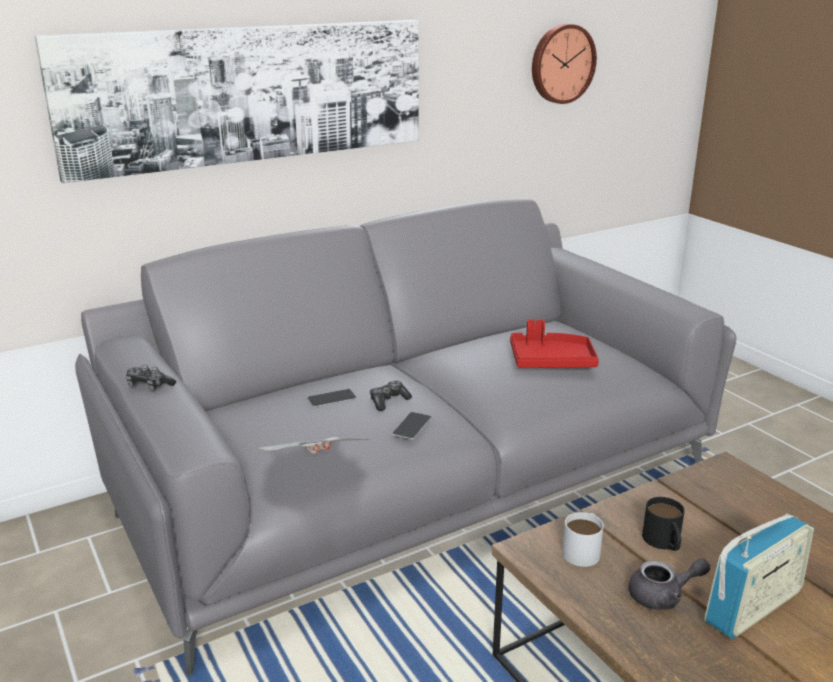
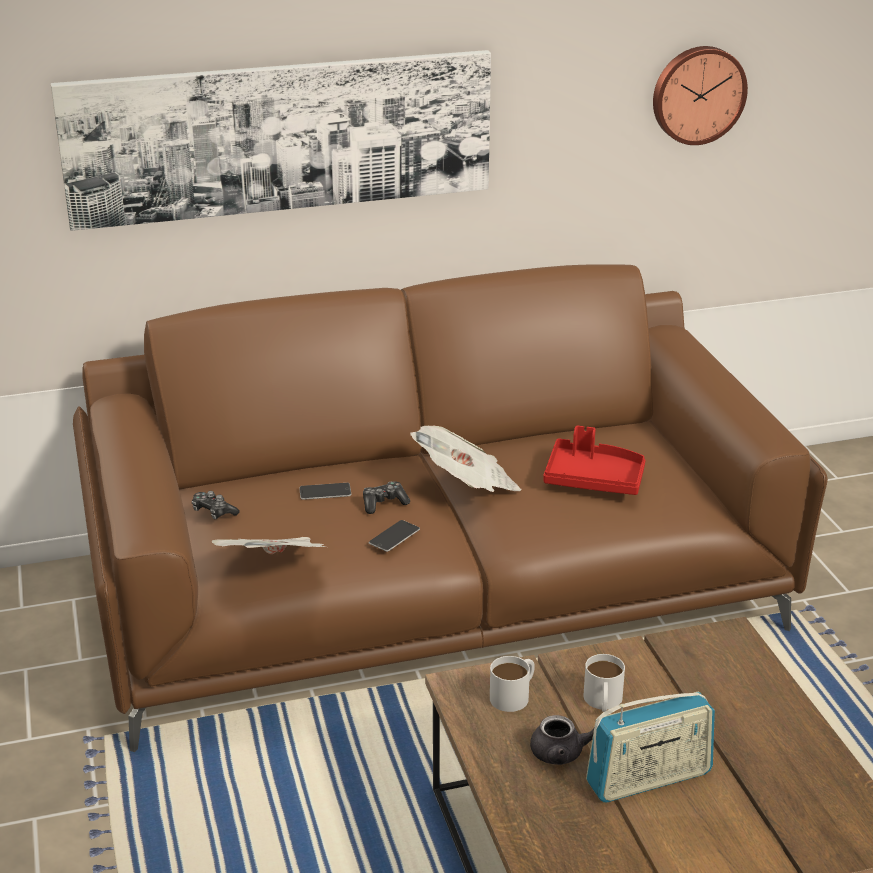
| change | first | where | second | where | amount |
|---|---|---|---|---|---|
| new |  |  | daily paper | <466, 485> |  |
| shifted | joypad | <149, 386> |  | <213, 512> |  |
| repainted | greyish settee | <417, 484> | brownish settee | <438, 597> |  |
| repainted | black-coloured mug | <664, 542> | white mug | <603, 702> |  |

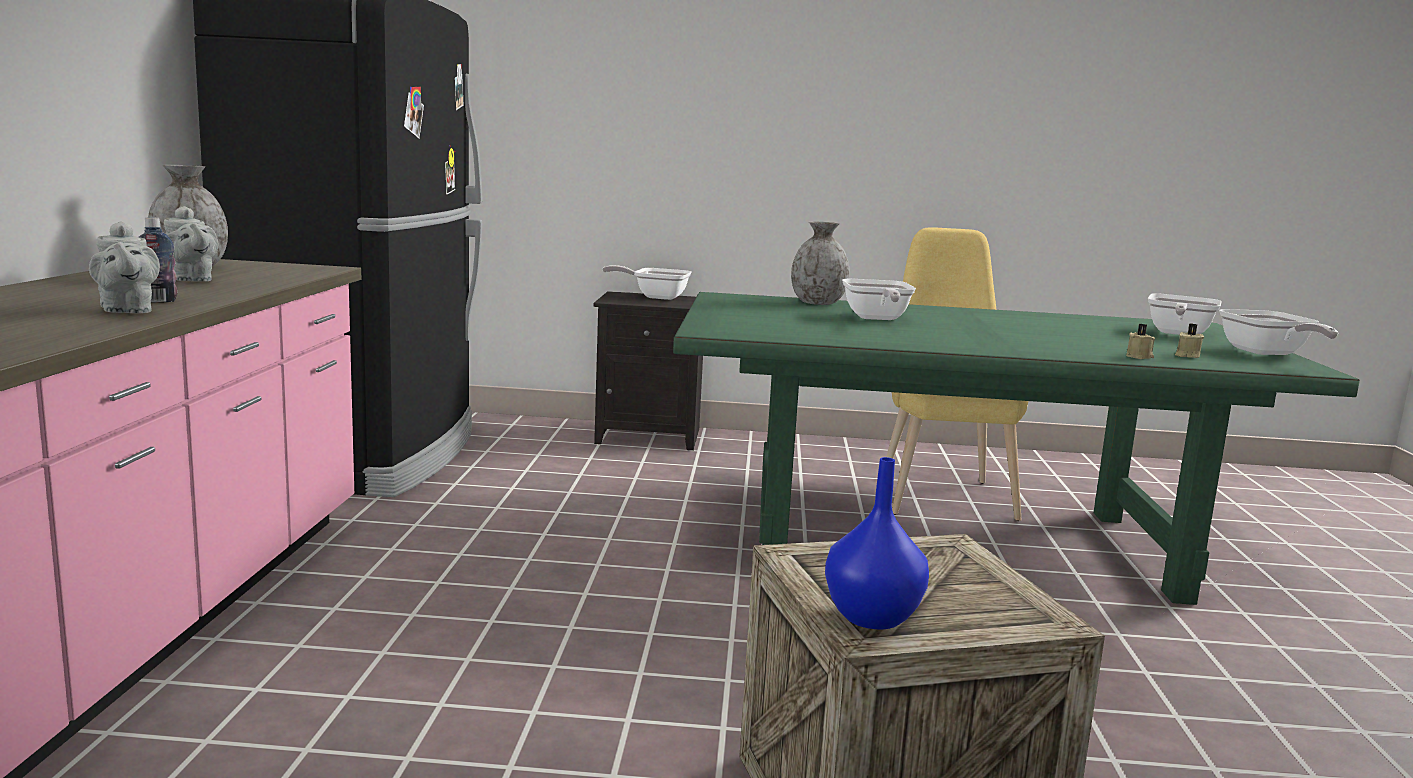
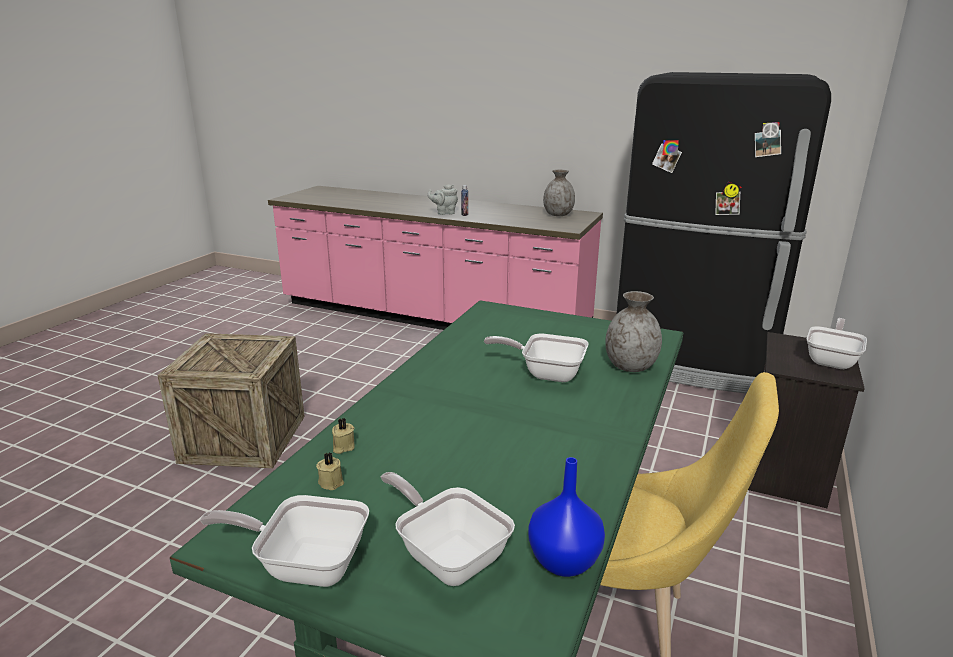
| change | first | where | second | where | amount |
|---|---|---|---|---|---|
| gone | greyish pot for tea | <190, 280> |  |  |  |
| shifted | blue decorative vase | <873, 617> |  | <564, 563> |  |

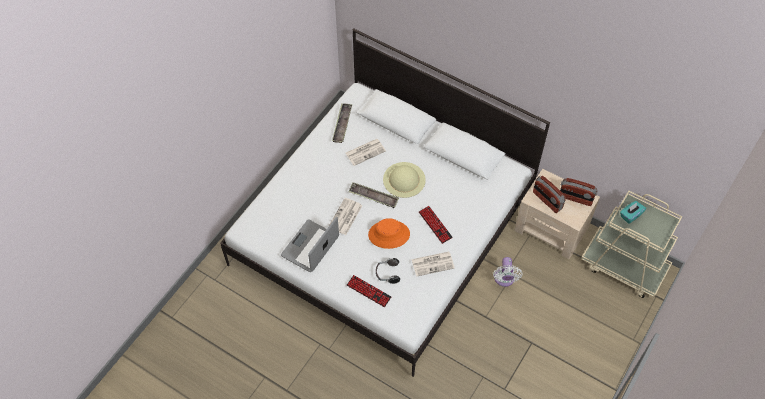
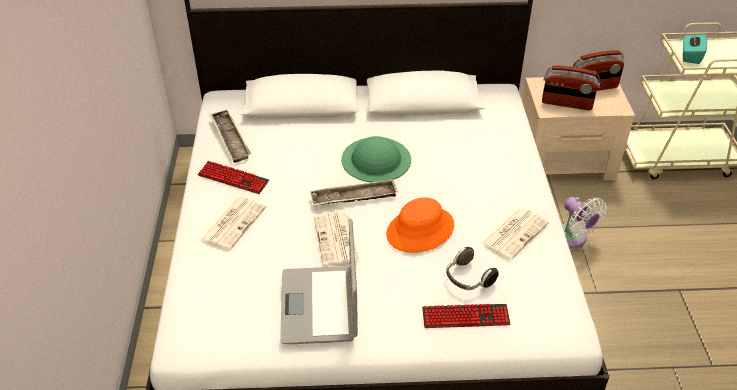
| change | first | where | second | where | amount |
|---|---|---|---|---|---|
| shifted | daily paper | <365, 152> |  | <234, 222> |  |
| shifted | PC keyboard | <435, 225> |  | <233, 178> |  |
| repainted | beige-coloured wearable hat | <404, 179> | greenish wearable hat | <376, 159> |  |

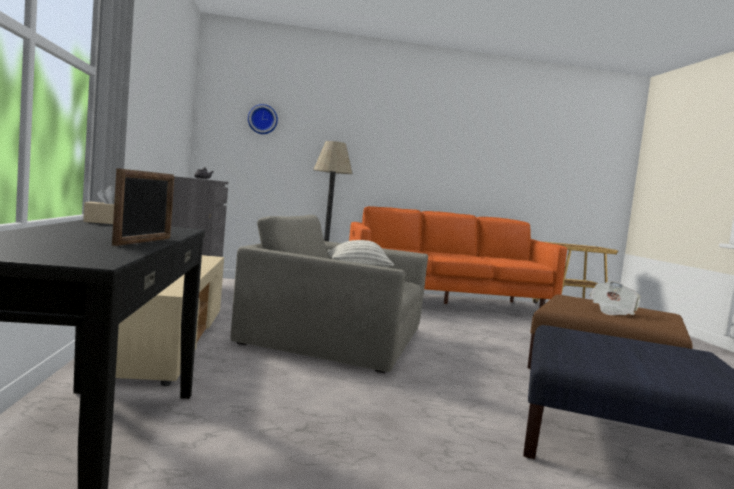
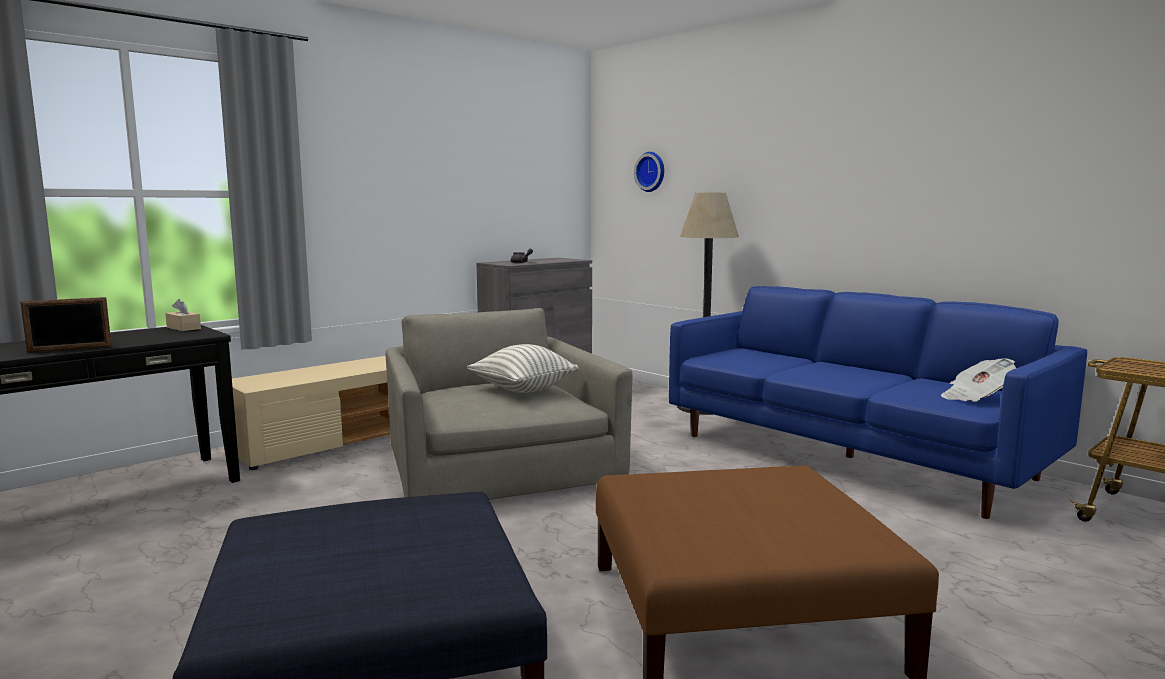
| change | first | where | second | where | amount |
|---|---|---|---|---|---|
| shifted | daily paper | <612, 311> |  | <977, 398> |  |
| repainted | orange settee | <446, 304> | blue settee | <850, 457> |  |

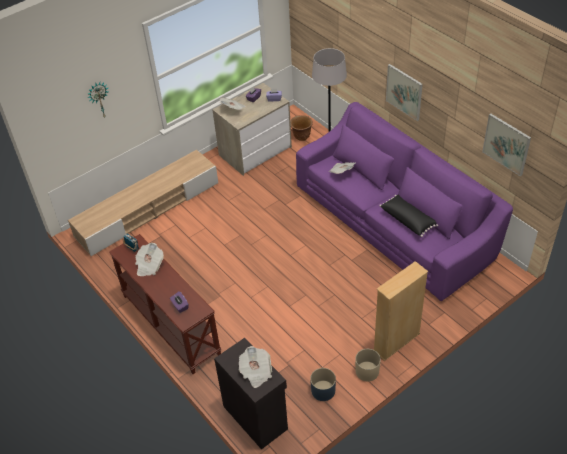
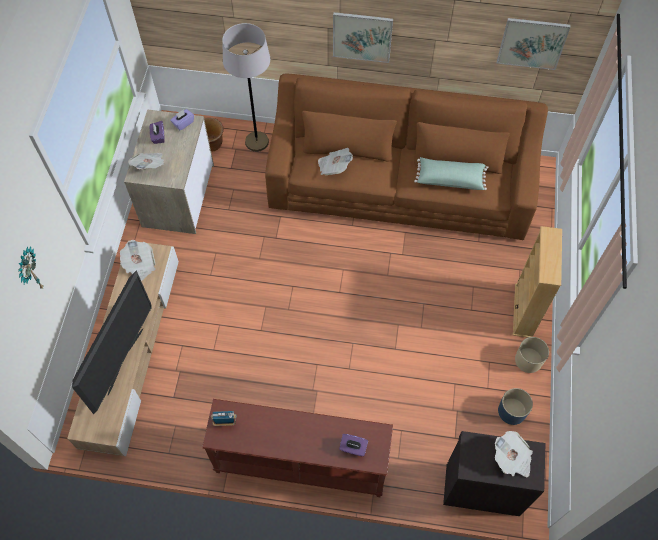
| change | first | where | second | where | amount |
|---|---|---|---|---|---|
| new |  |  | TV | <124, 360> |  |
| shifted | daily paper | <149, 266> |  | <139, 265> |  |
| repainted | purple-coloured settee | <394, 222> | brownish settee | <400, 183> |  |
| repainted | black-coloured cushion | <408, 219> | greenish cushion | <450, 178> |  |

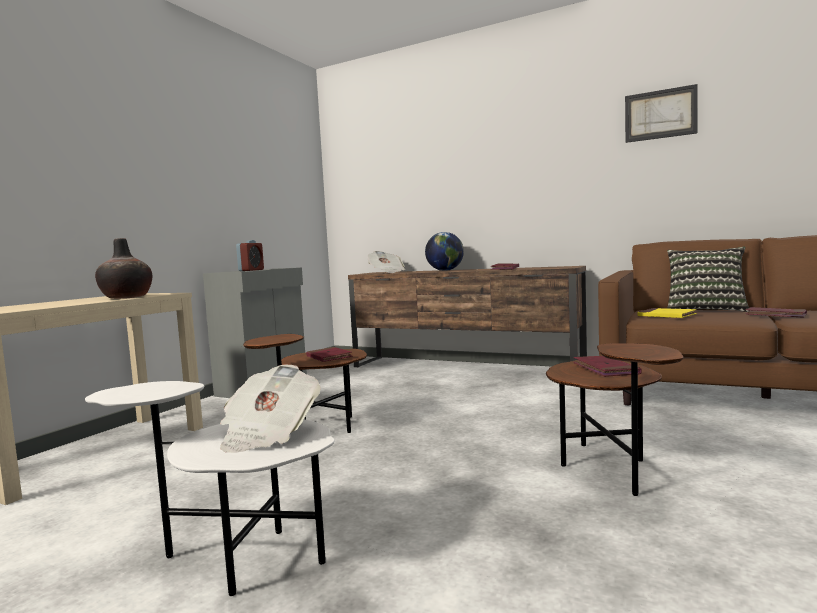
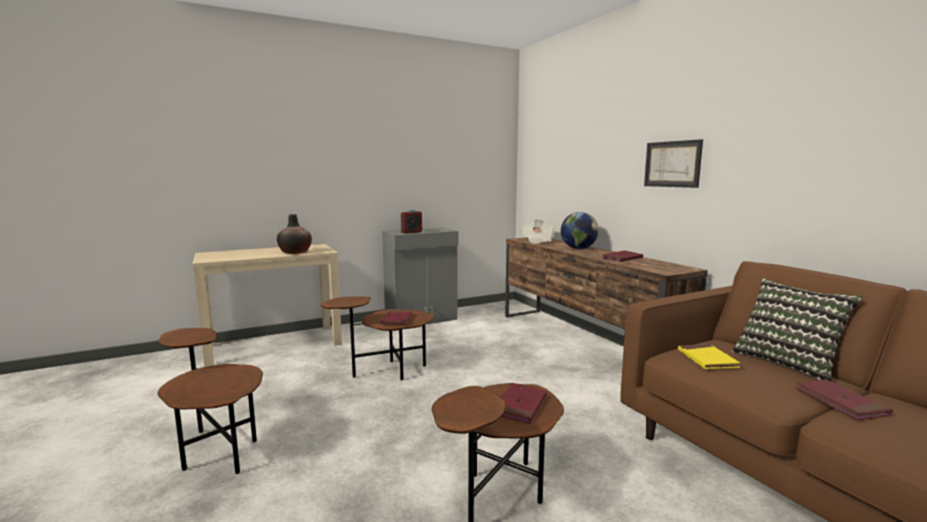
| change | first | where | second | where | amount |
|---|---|---|---|---|---|
| gone | daily paper | <268, 434> |  |  |  |
| shifted | wall art | <660, 114> |  | <672, 164> |  |
| repainted | white side table | <234, 560> | brownish side table | <215, 448> |  |

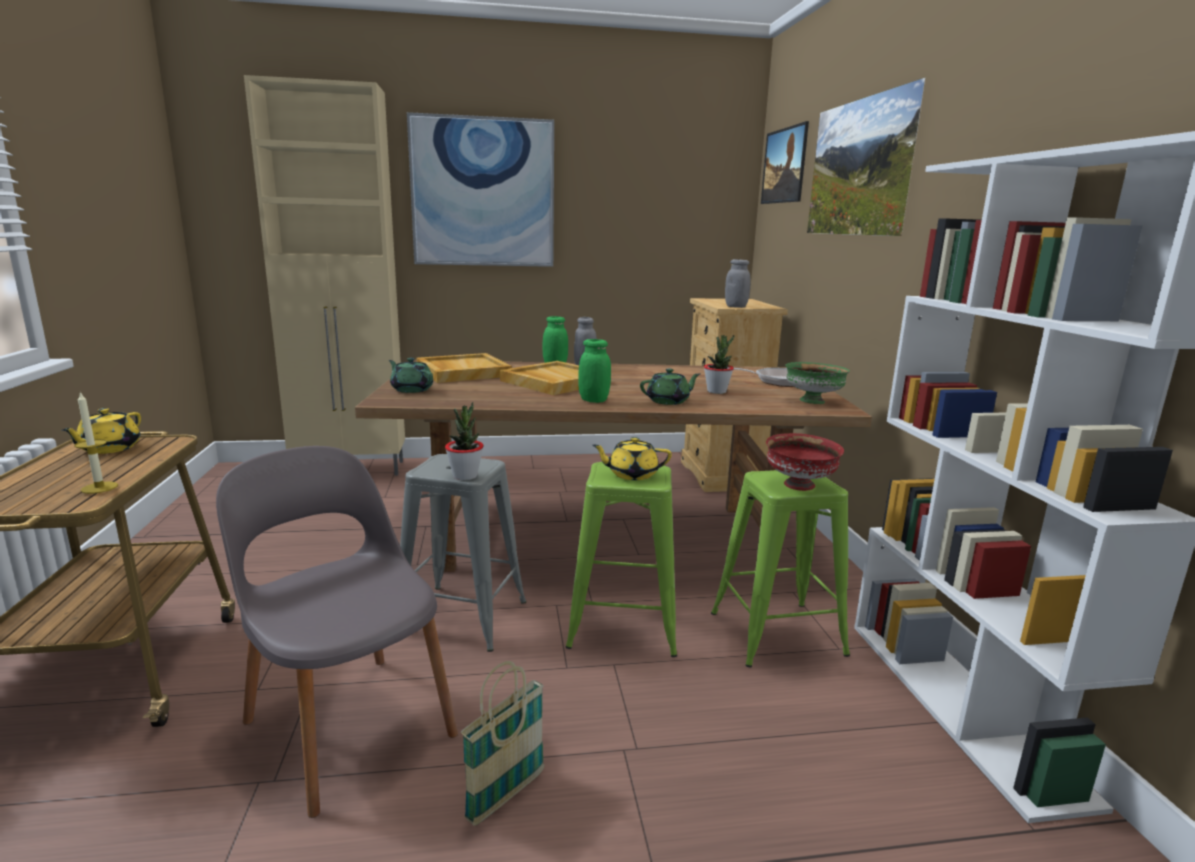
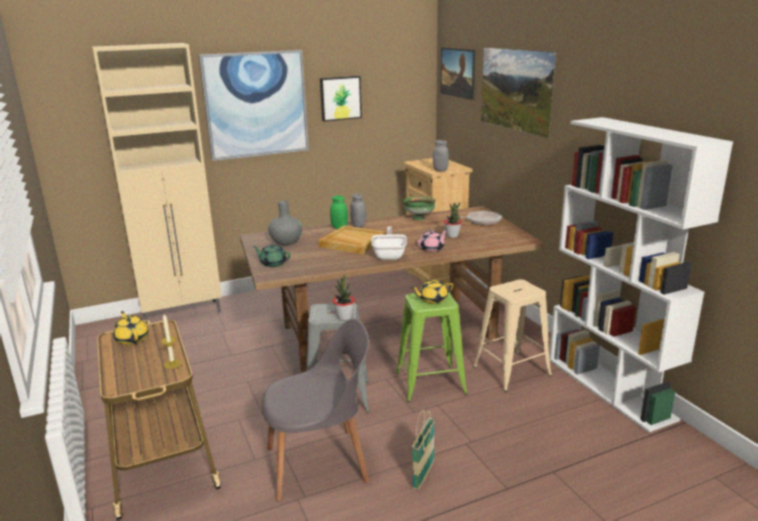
| change | first | where | second | where | amount |
|---|---|---|---|---|---|
| gone | red serving bowl | <800, 486> |  |  |  |
| new |  |  | wall art | <340, 98> |  |
| shifted | greenish serving bowl | <812, 401> |  | <419, 218> |  |
| swapped | beige-coloured tray | <462, 372> | greyish decorative vase | <286, 242> |  |
| swapped | greenish preserve jar | <593, 400> | pan | <389, 255> |  |
| repainted | greenish pot for tea | <669, 401> | pinkish pot for tea | <432, 249> |  |
| repainted | greenish stool seat | <778, 633> | beige-coloured stool seat | <512, 371> |  |
| rotated | yellow-coloured pot for tea | <109, 449> |  | <132, 338> | 150 degrees clockwise |
| rotated | greyish chair | <348, 723> |  | <320, 464> | 135 degrees clockwise |

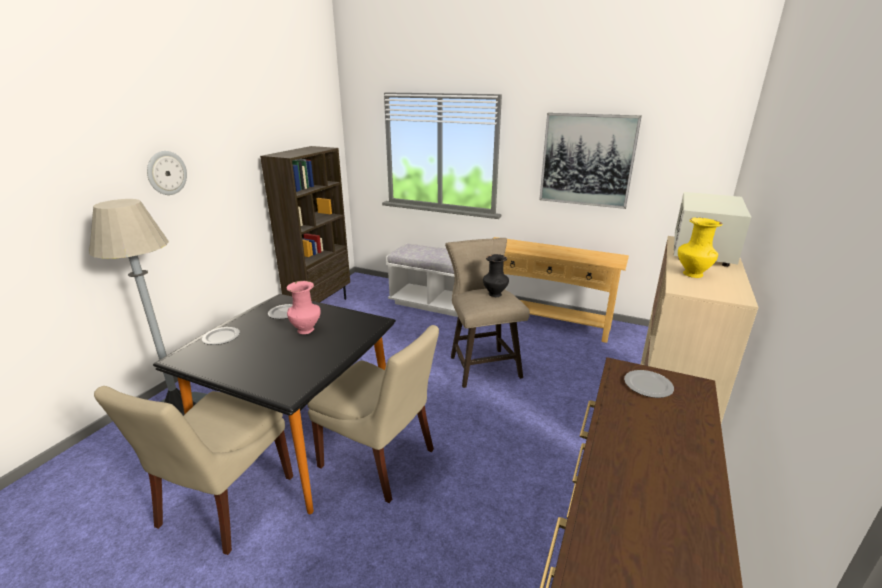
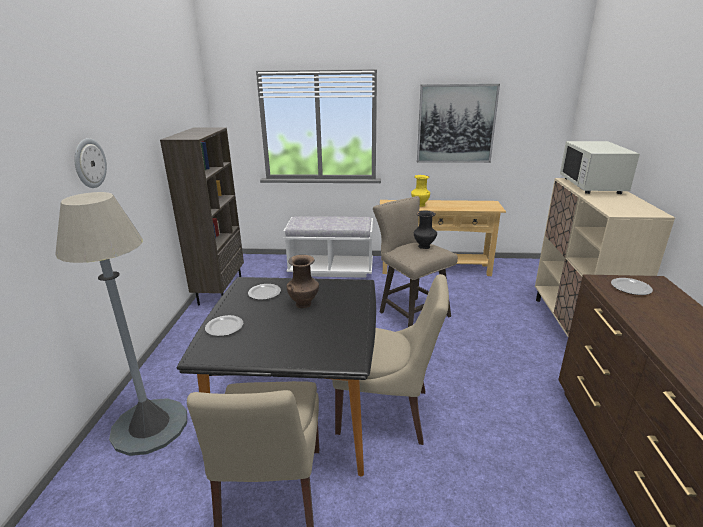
| change | first | where | second | where | amount |
|---|---|---|---|---|---|
| shifted | yellow-coloured decorative vase | <691, 274> |  | <419, 205> |  |
| repainted | pinkish decorative vase | <306, 330> | brownish decorative vase | <304, 304> |  |

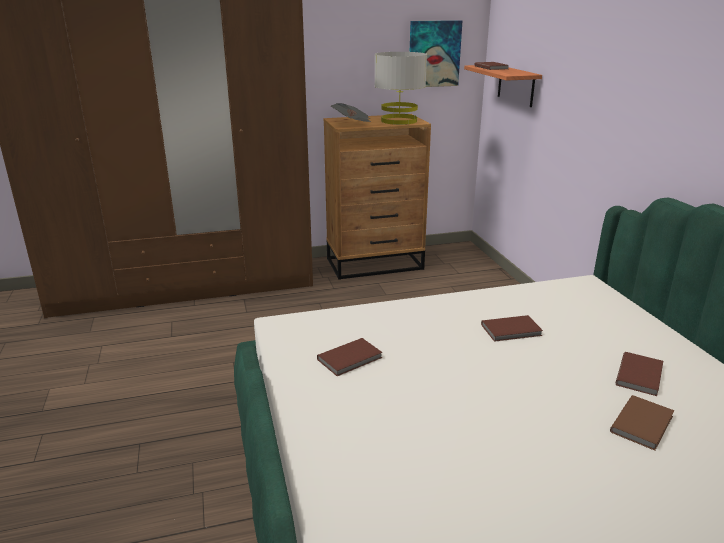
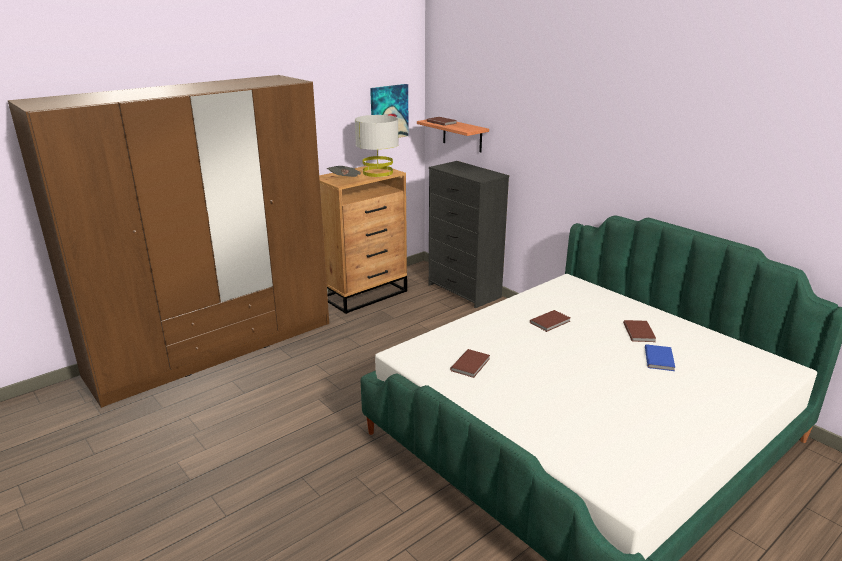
| change | first | where | second | where | amount |
|---|---|---|---|---|---|
| new |  |  | black-coloured drawer chest | <464, 291> |  |
| repainted | brownish volume | <643, 424> | blue volume | <660, 359> |  |

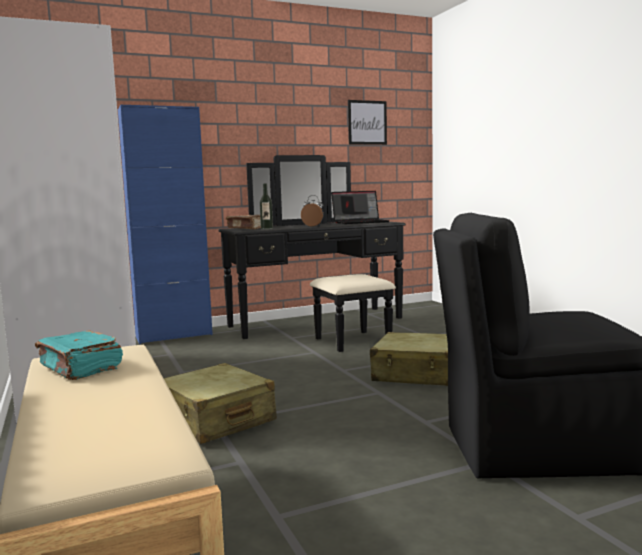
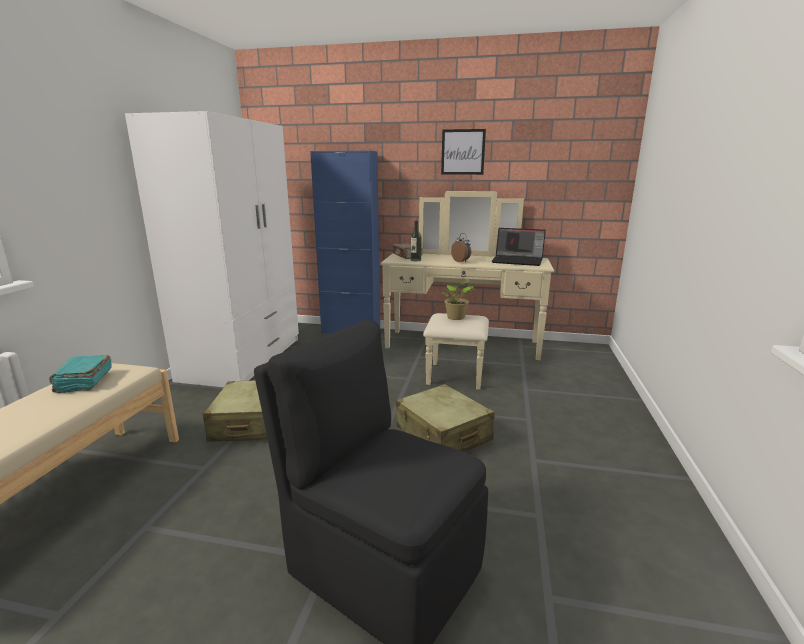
| change | first | where | second | where | amount |
|---|---|---|---|---|---|
| new |  |  | plant in a pot | <456, 318> |  |
| shifted | wall art | <367, 122> |  | <463, 152> |  |
| repainted | black-coloured drawer chest | <324, 326> | beige-coloured drawer chest | <461, 351> |  |

